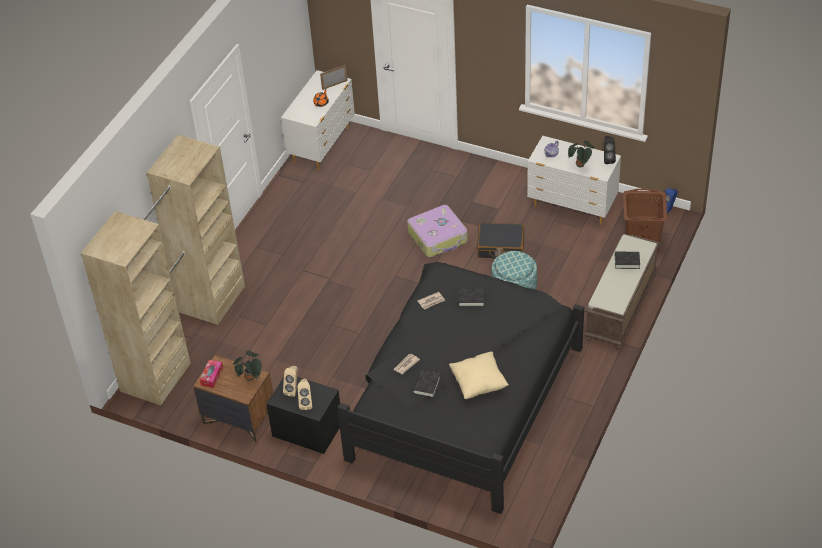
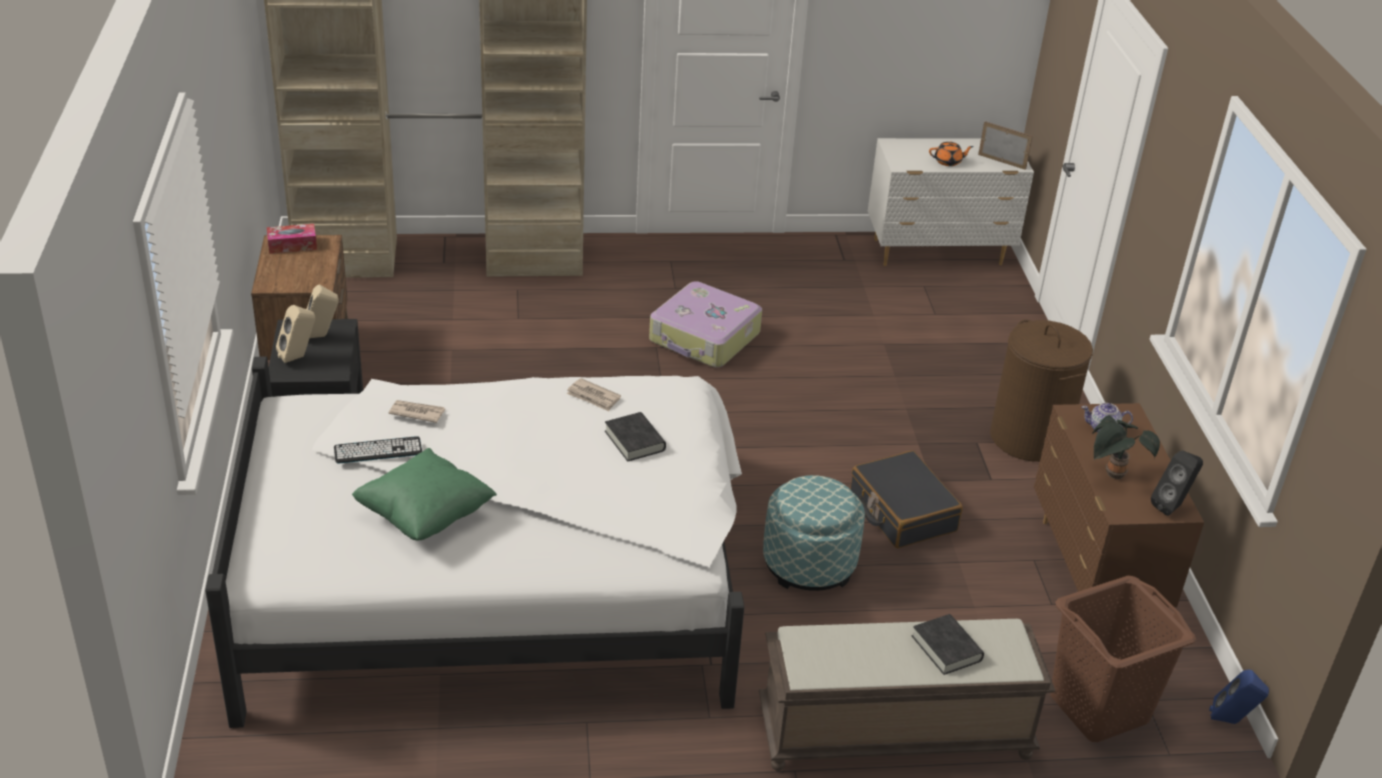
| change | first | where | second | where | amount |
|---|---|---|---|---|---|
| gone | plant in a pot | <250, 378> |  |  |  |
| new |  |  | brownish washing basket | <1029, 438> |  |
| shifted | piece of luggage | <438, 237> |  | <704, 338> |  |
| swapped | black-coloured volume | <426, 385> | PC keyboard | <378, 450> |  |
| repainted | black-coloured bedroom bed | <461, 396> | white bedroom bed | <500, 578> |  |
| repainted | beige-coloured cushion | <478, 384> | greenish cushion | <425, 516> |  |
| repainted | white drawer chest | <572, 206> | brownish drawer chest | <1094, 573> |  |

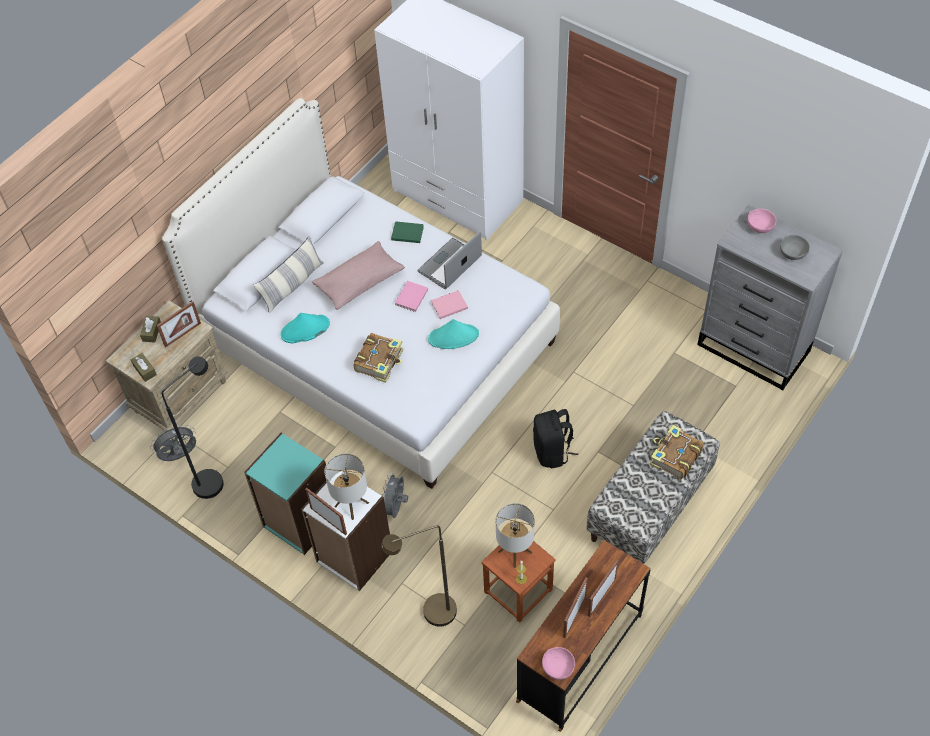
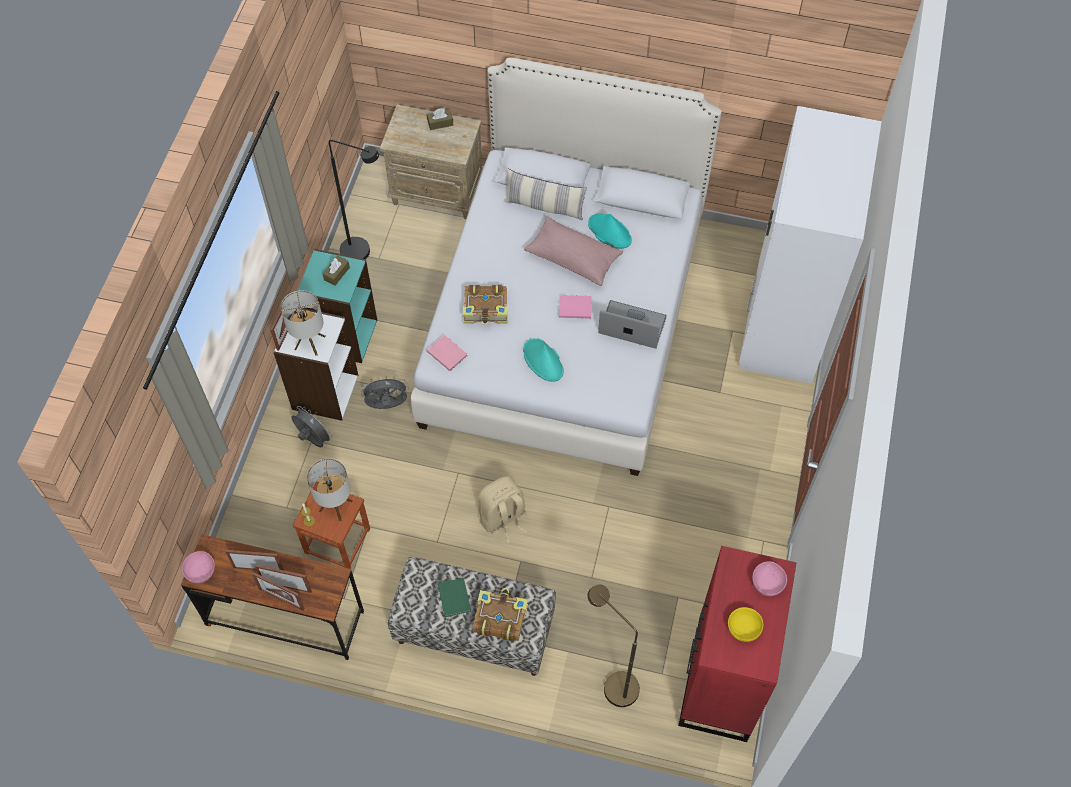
| change | first | where | second | where | amount |
|---|---|---|---|---|---|
| shifted | brownish box of tissues | <144, 370> |  | <336, 273> |  |
| shifted | greyish fan | <179, 456> |  | <313, 439> |  |
| shifted | picture frame | <182, 334> |  | <282, 599> |  |
| shifted | turquoise-coloured wearable hat | <305, 329> |  | <609, 232> |  |
| shifted | brownish standard lamp | <431, 615> |  | <613, 683> |  |
| shifted | greenish volume | <406, 233> |  | <454, 597> |  |
| shifted | pinkish volume | <448, 305> |  | <447, 353> |  |
| repainted | black-coloured rucksack | <552, 451> | beige-coloured rucksack | <503, 519> |  |
| repainted | greyish drawer chest | <754, 349> | red drawer chest | <721, 680> |  |
| repainted | greyish serving bowl | <792, 255> | yellow-coloured serving bowl | <742, 629> |  |

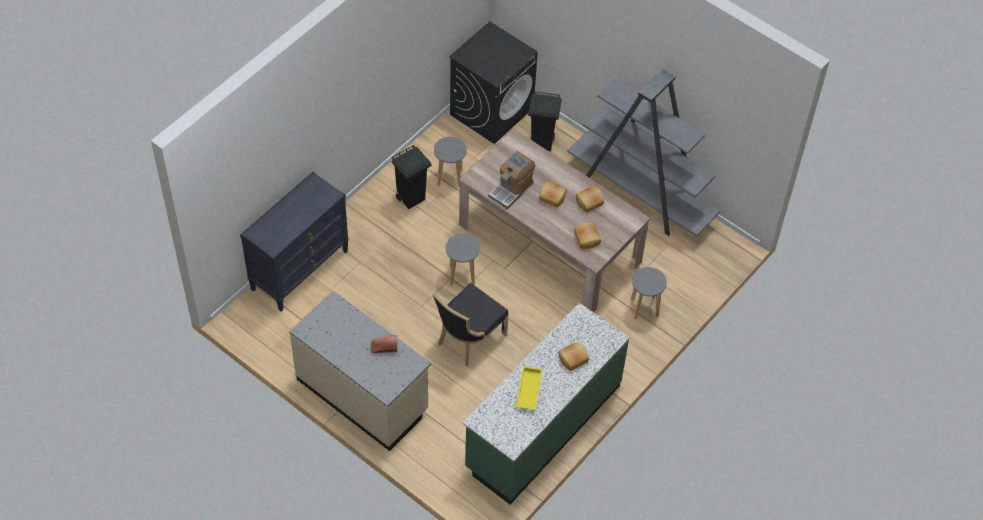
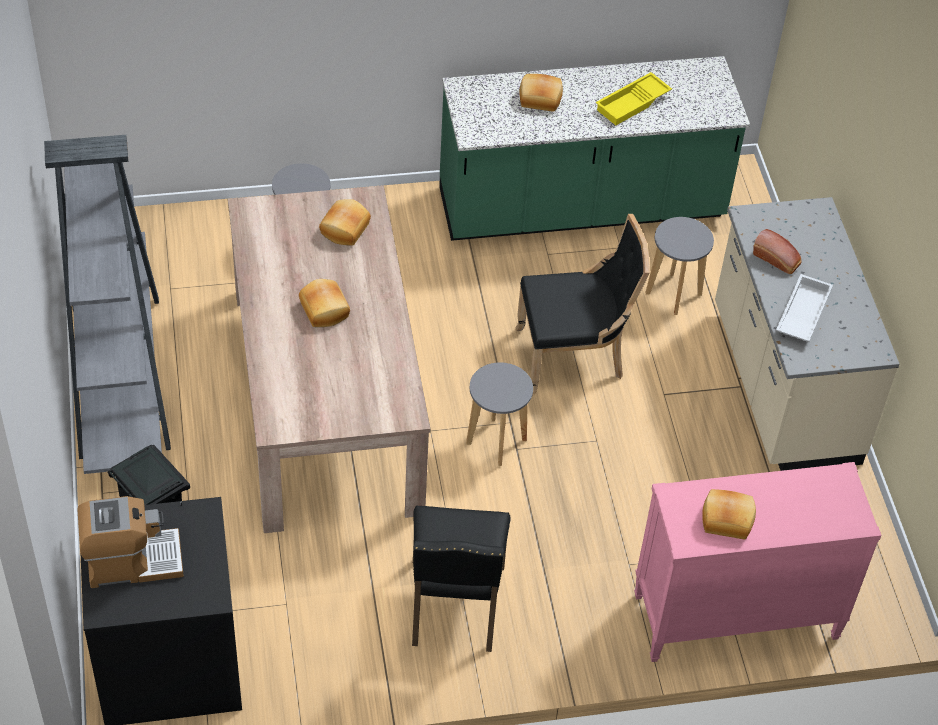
| change | first | where | second | where | amount |
|---|---|---|---|---|---|
| new |  |  | white tray | <801, 313> |  |
| shifted | greyish stool seat | <449, 177> |  | <673, 294> |  |
| shifted | coffee machine | <511, 189> |  | <132, 561> |  |
| shifted | bread | <589, 202> |  | <727, 519> |  |
| swapped | black-coloured rubbish bin | <411, 198> | black-coloured chair | <455, 607> |  |
| repainted | black-coloured drawer chest | <300, 269> | pinkish drawer chest | <734, 617> |  |

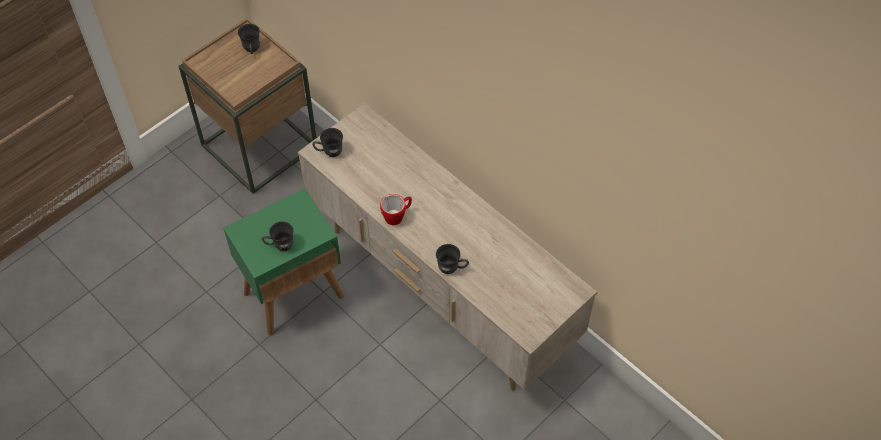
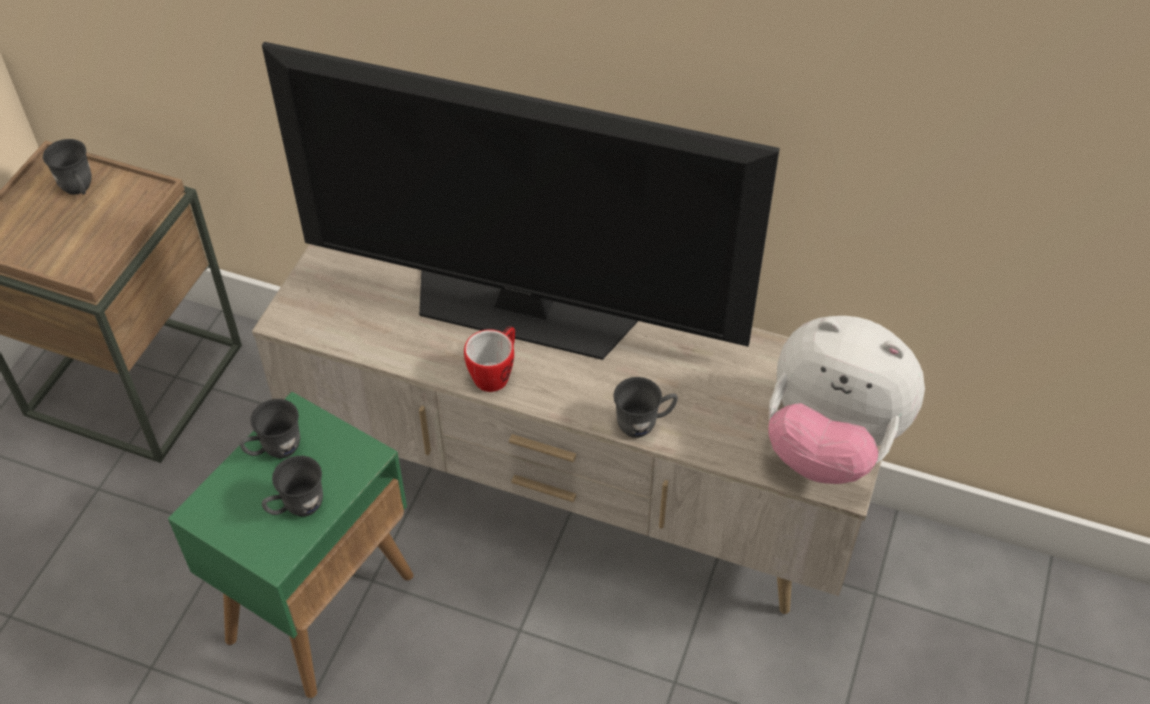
| change | first | where | second | where | amount |
|---|---|---|---|---|---|
| new |  |  | TV | <523, 307> |  |
| new |  |  | soft toy | <830, 443> |  |
| shifted | greyish mug | <329, 152> |  | <275, 450> |  |

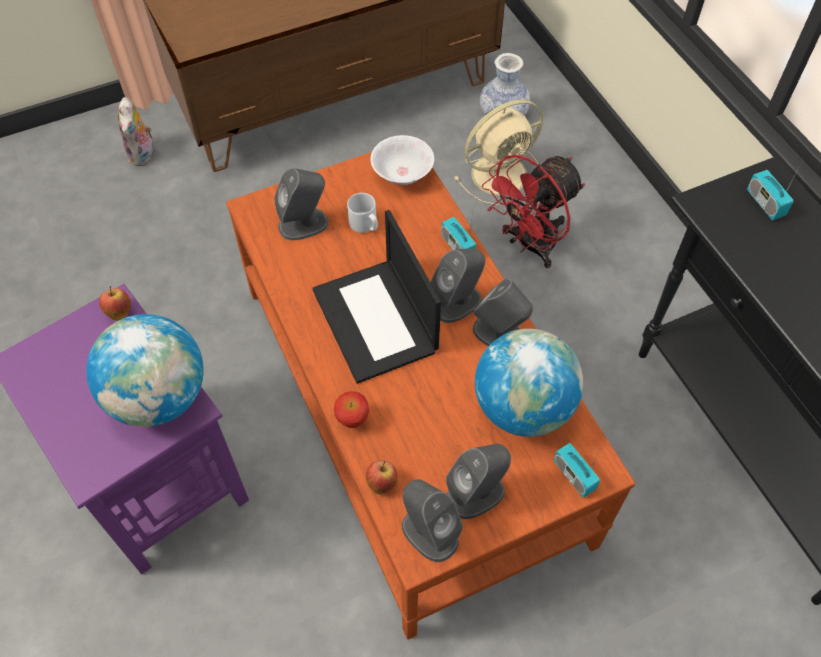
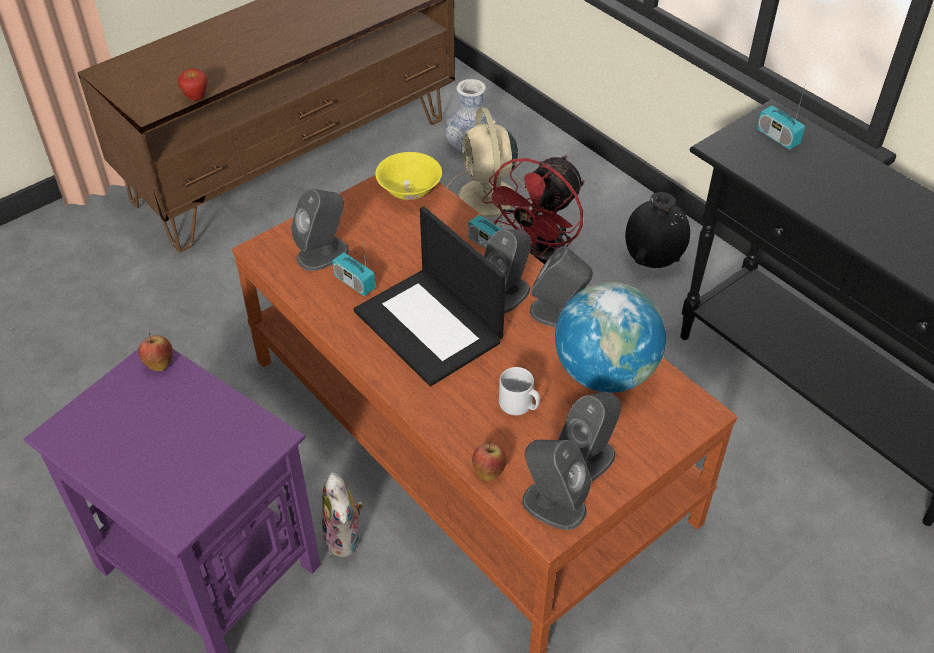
| change | first | where | second | where | amount |
|---|---|---|---|---|---|
| gone | desk globe | <159, 397> |  |  |  |
| new |  |  | black-coloured decorative vase | <653, 259> |  |
| shifted | soft toy | <143, 154> |  | <346, 538> |  |
| shifted | apple | <352, 420> |  | <196, 98> |  |
| shifted | greyish mug | <365, 225> |  | <519, 405> |  |
| shifted | radio | <574, 475> |  | <354, 283> |  |
| repainted | white serving bowl | <402, 174> | yellow-coloured serving bowl | <410, 191> |  |
| rotated | beige-coloured fan | <501, 173> |  | <487, 199> | 120 degrees clockwise |

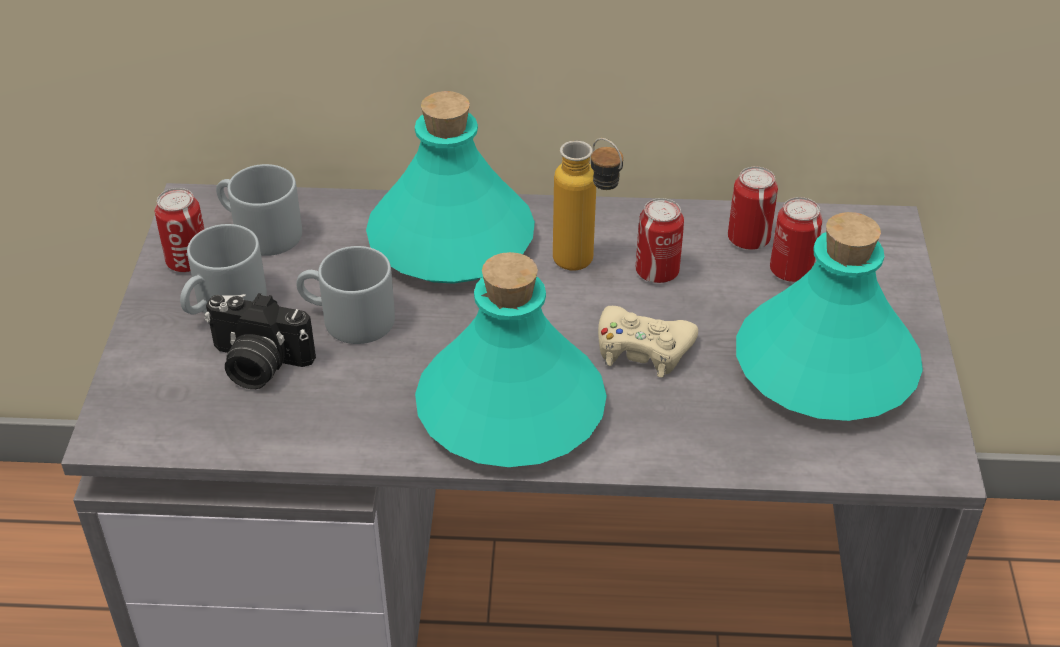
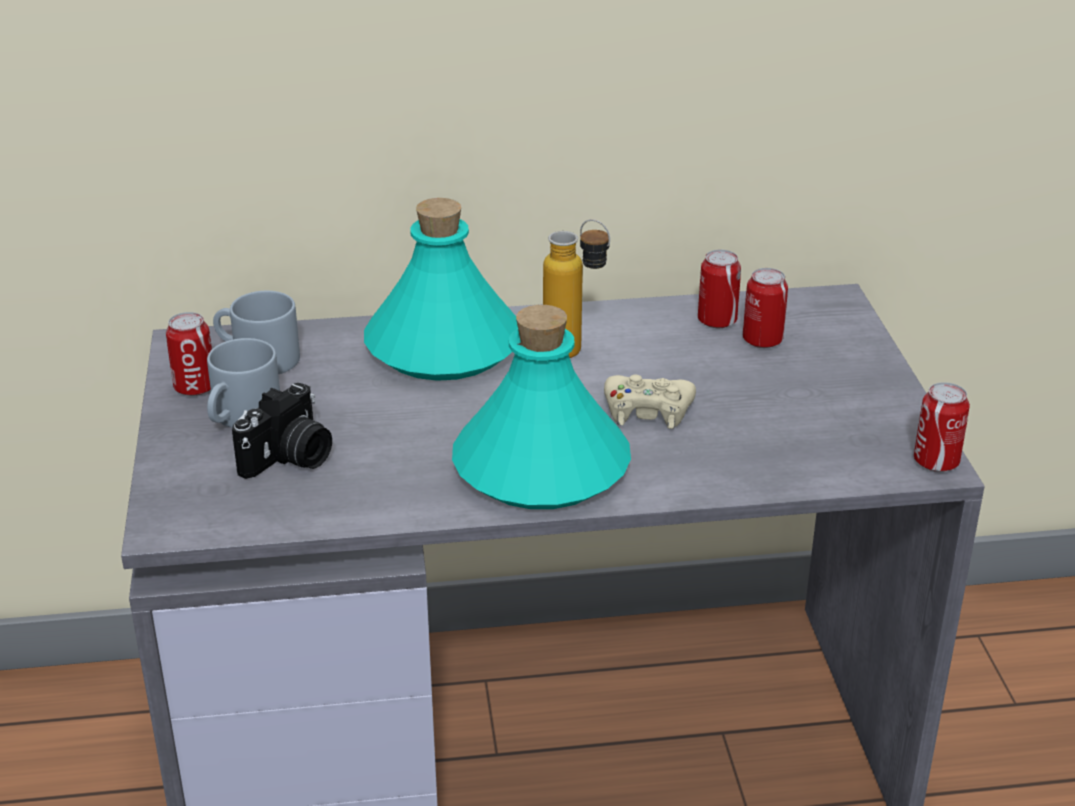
| change | first | where | second | where | amount |
|---|---|---|---|---|---|
| gone | greyish mug | <346, 319> |  |  |  |
| gone | turquoise-coloured drink bottle | <826, 368> |  |  |  |
| shifted | can | <657, 272> |  | <936, 462> |  |
| rotated | still camera | <257, 364> |  | <289, 459> | 60 degrees counterclockwise |

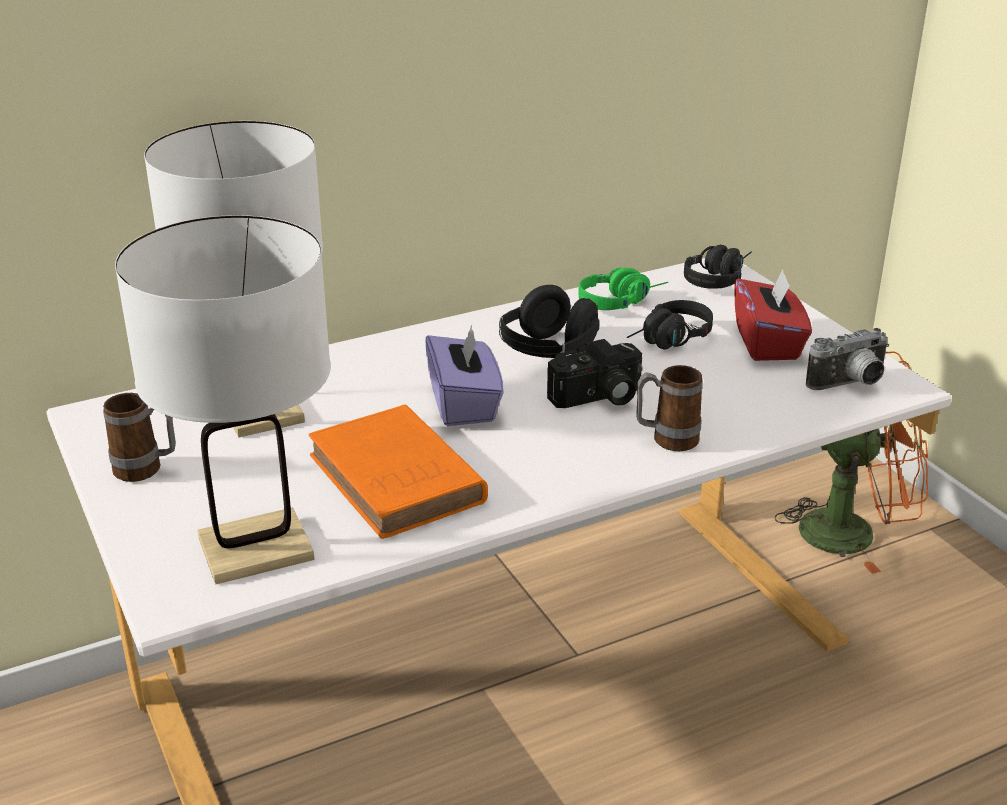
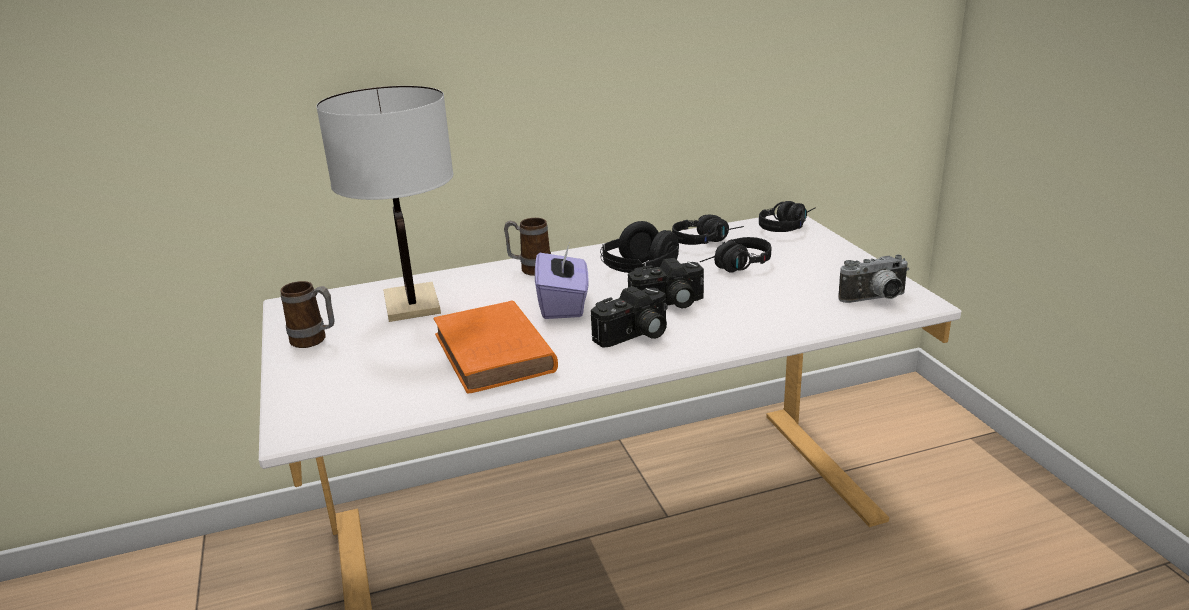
| change | first | where | second | where | amount |
|---|---|---|---|---|---|
| gone | white tabletop lamp | <255, 549> |  |  |  |
| gone | red box of tissues | <768, 343> |  |  |  |
| gone | orange fan | <853, 532> |  |  |  |
| new |  |  | still camera | <635, 336> |  |
| shifted | mug | <666, 440> |  | <530, 269> |  |
| repainted | greenish headphones | <621, 302> | black-coloured headphones | <706, 241> |  |

